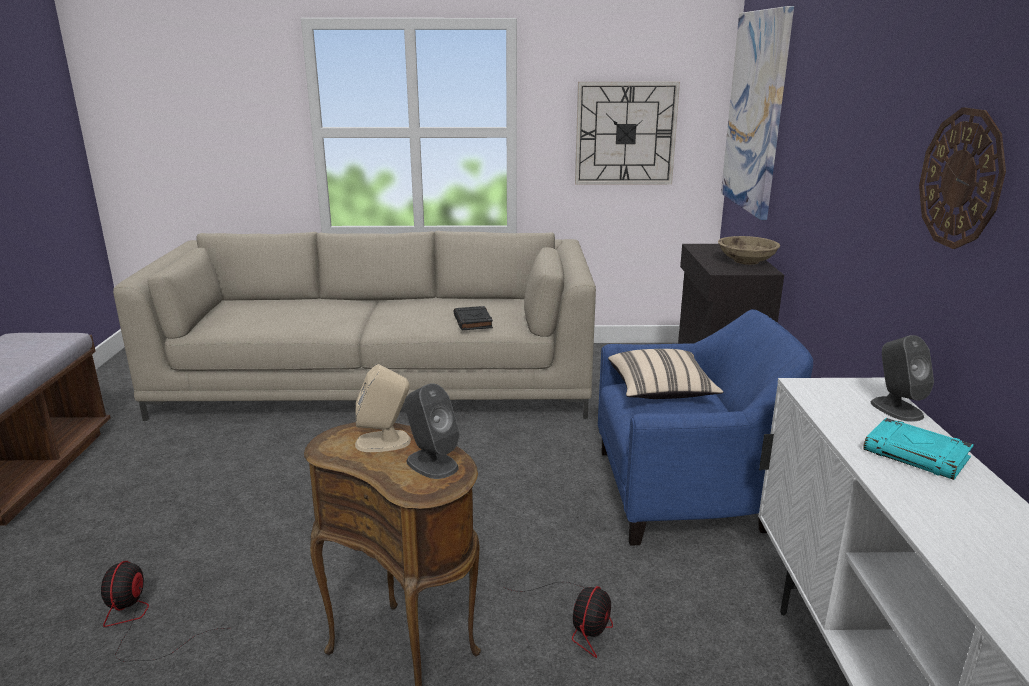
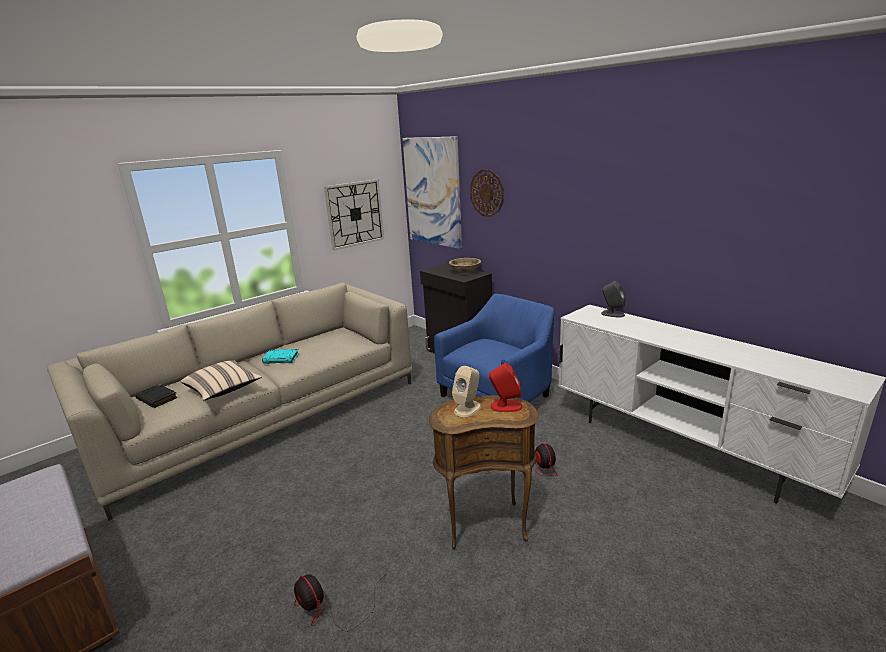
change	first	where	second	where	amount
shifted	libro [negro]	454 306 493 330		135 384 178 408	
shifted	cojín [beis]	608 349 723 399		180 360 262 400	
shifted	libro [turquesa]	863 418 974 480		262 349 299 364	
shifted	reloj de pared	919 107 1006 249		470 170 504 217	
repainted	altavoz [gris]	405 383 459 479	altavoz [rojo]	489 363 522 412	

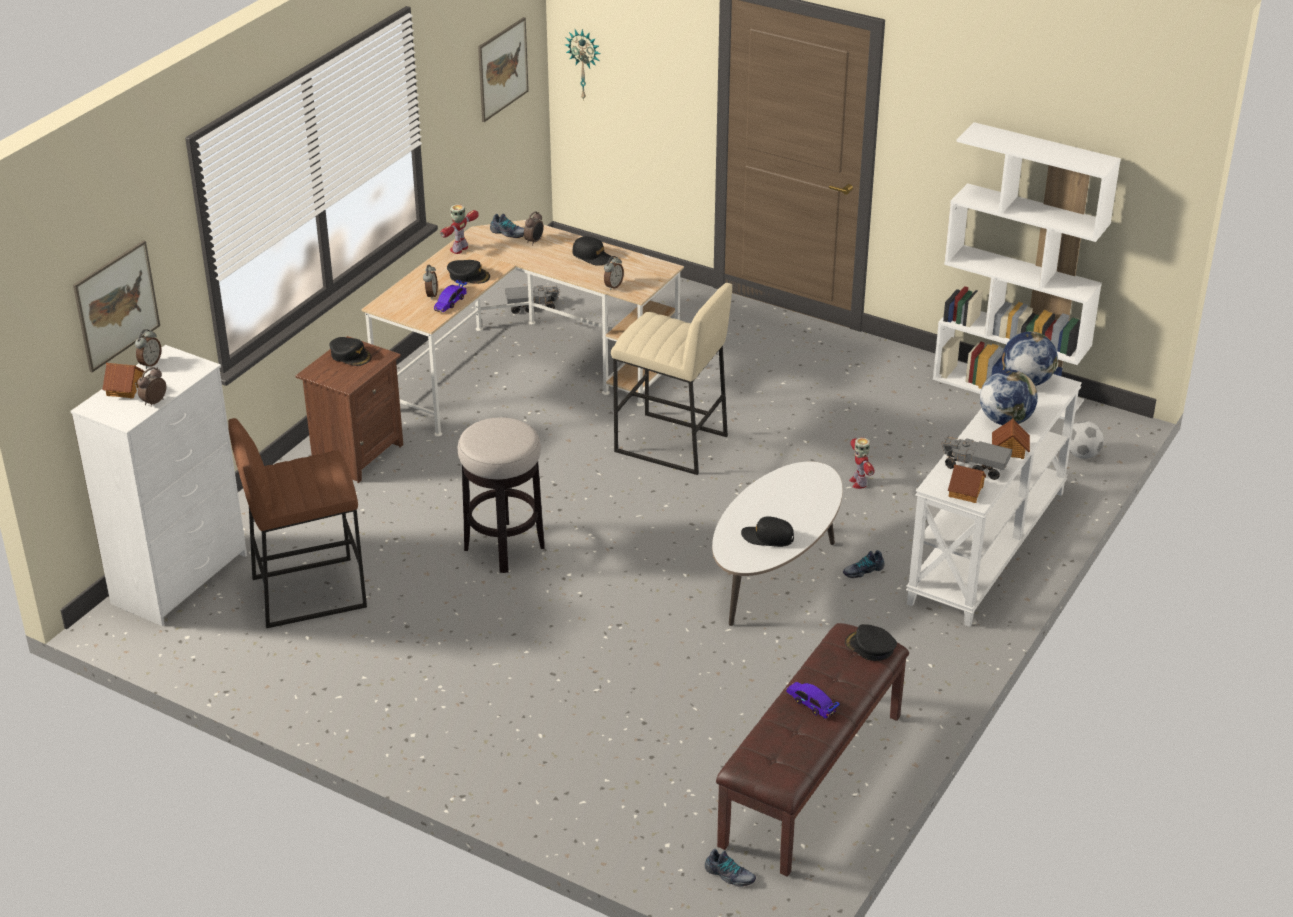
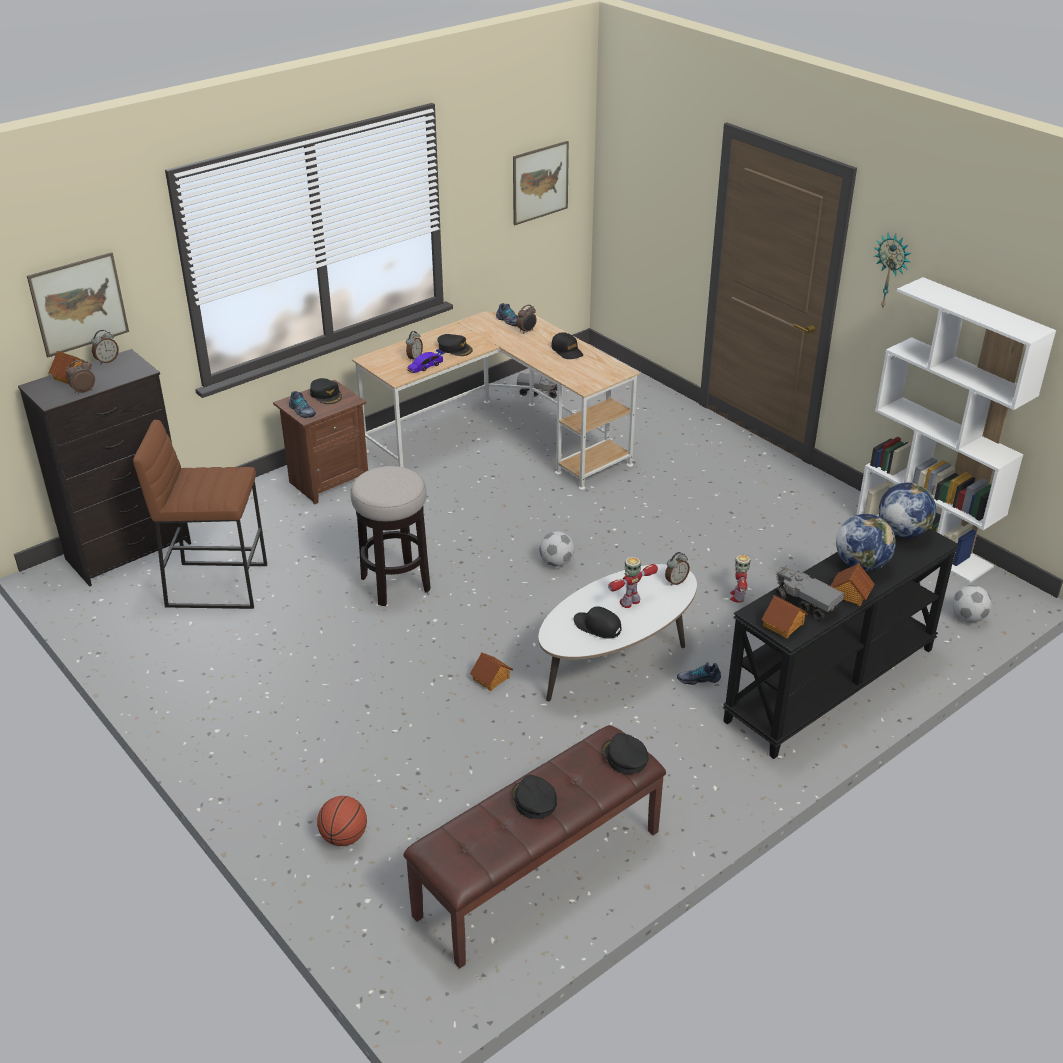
change	first	where	second	where	amount
gone	taburete [beis]	611 283 732 475			
new			balón de baloncesto	317 796 367 846	
new			casita	470 652 513 691	
new			balón de fútbol	539 531 575 567	
shifted	robot de juguete	440 204 479 254		608 557 658 608	
shifted	reloj de pared	565 29 600 101		874 233 911 309	
shifted	despertador	604 256 624 290		665 552 690 586	
shifted	zapato	705 849 756 886		289 391 316 418	
swapped	coche de juguete	786 682 840 719	gorra [negro]	512 775 557 819	
repainted	cómoda [blanco]	71 345 247 626	cómoda [negro]	18 349 191 586	
repainted	mesa consola [blanco]	906 374 1082 627	mesa consola [negro]	723 528 959 759	

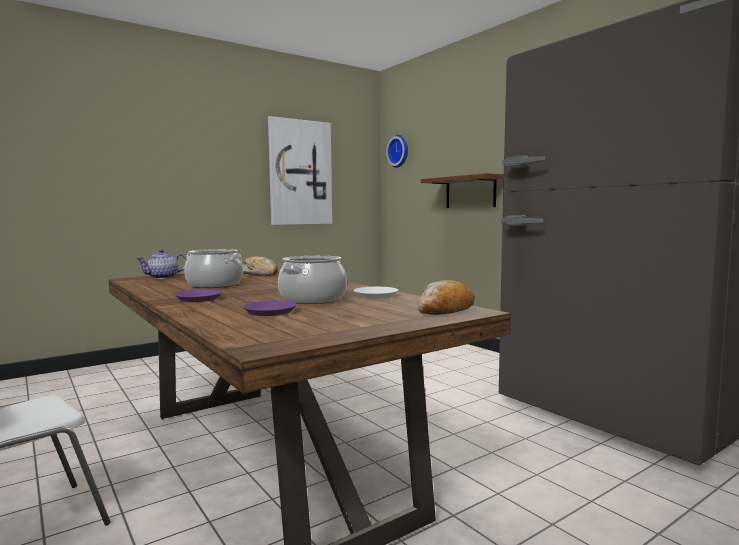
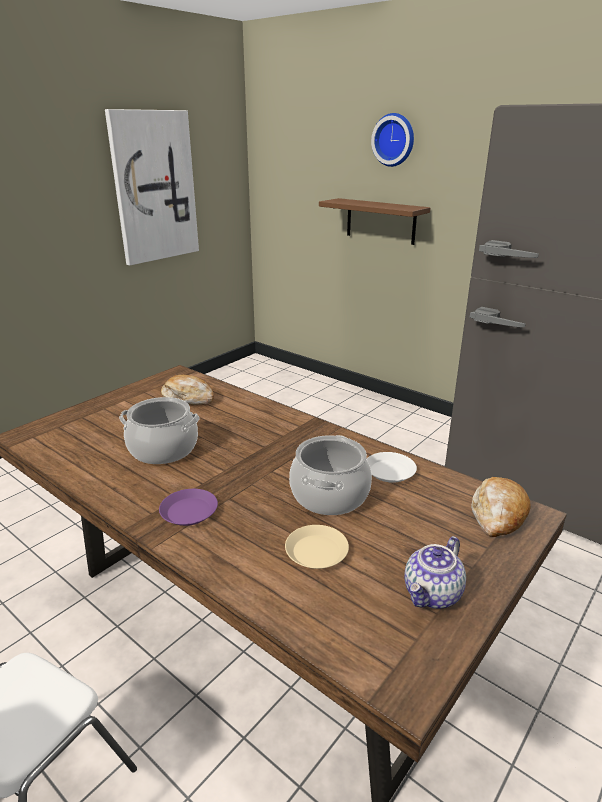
change	first	where	second	where	amount
shifted	tetera	136 249 186 279		405 536 466 609	
shifted	reloj de pared	386 135 408 168		371 113 414 167	
repainted	plato [morado]	243 300 297 316	plato [beis]	285 525 349 569	

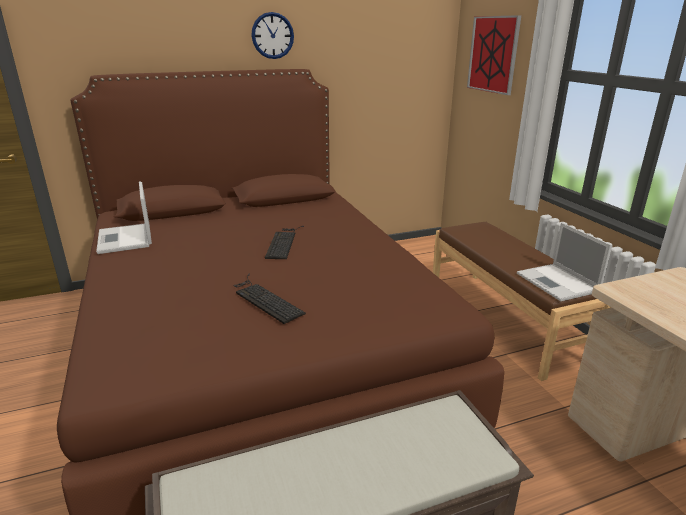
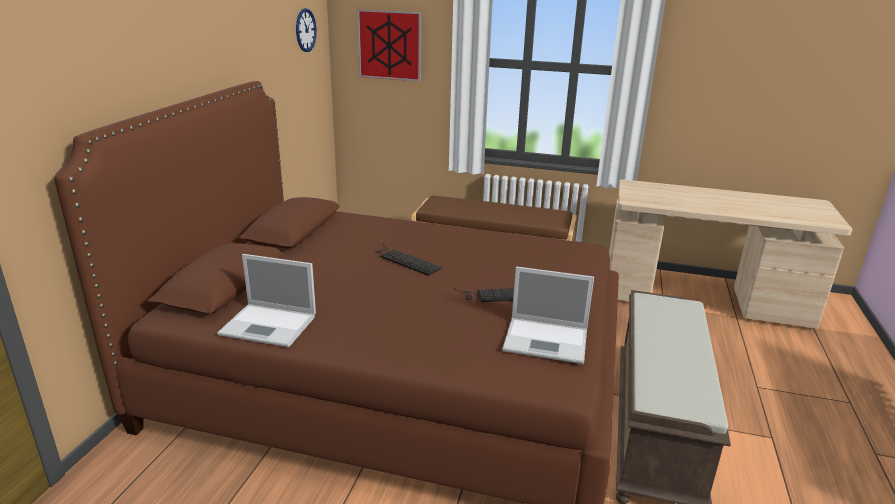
change	first	where	second	where	amount
shifted	reloj de pared	251 12 294 59		296 8 317 52	
shifted	portátil	517 223 612 301		502 267 594 364	

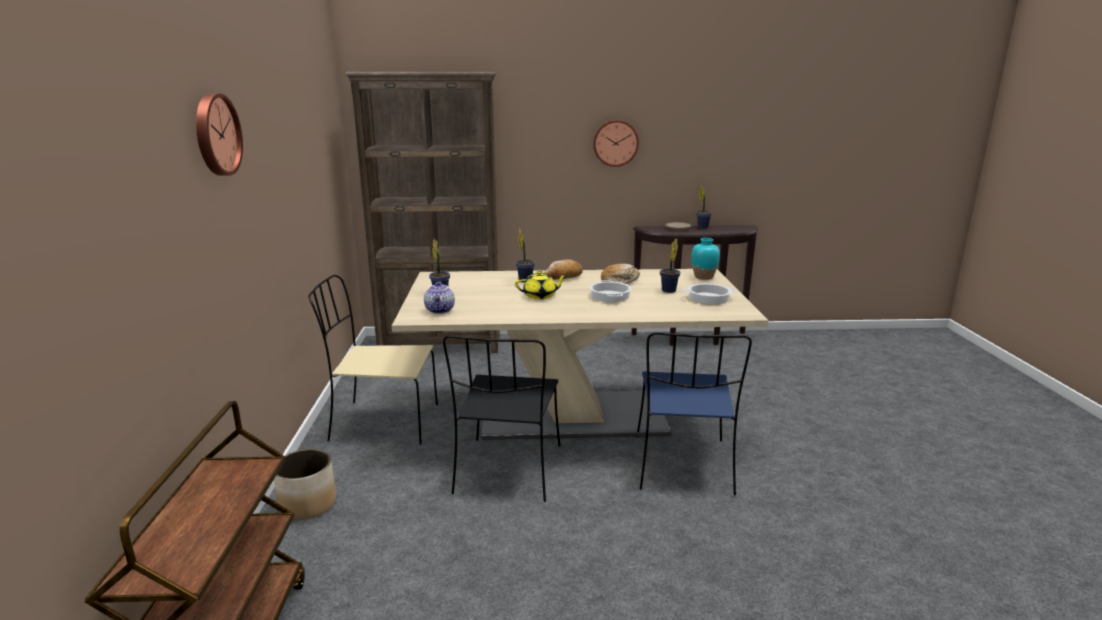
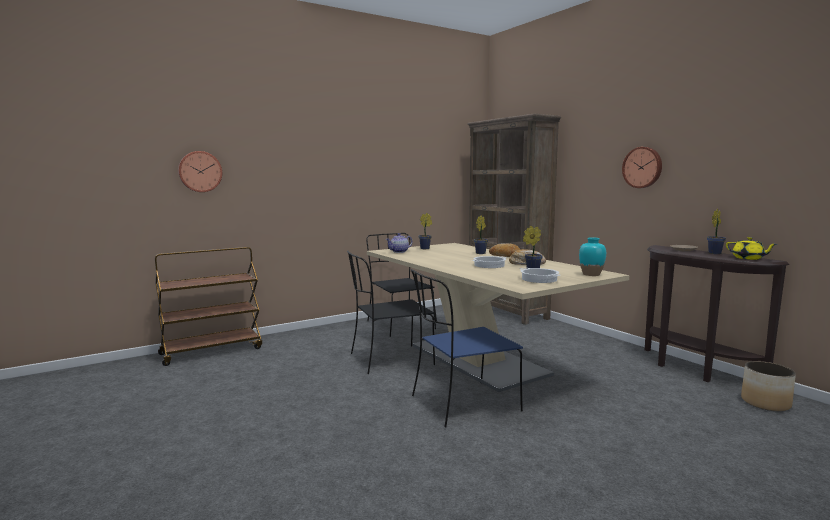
change	first	where	second	where	amount
shifted	reloj de pared	196 93 243 176		178 151 222 192	
shifted	maceta	274 449 336 520		741 361 796 411	
shifted	tetera [amarillo]	515 271 567 299		726 237 777 260	
repainted	silla [beis]	308 275 438 445	silla [negro]	366 233 436 337	

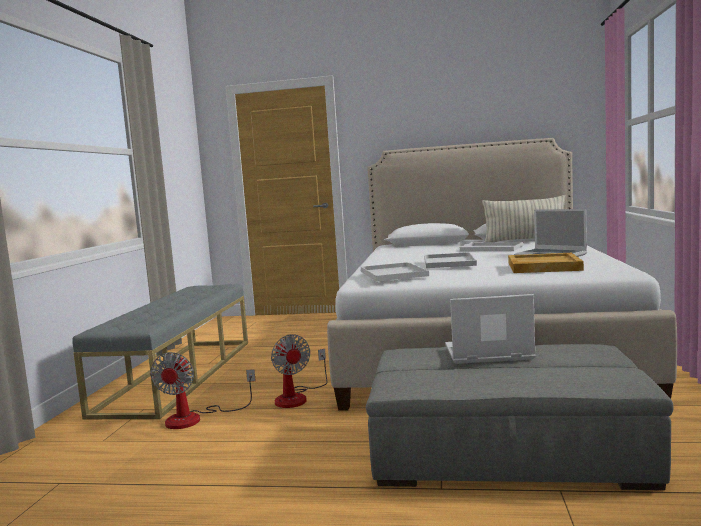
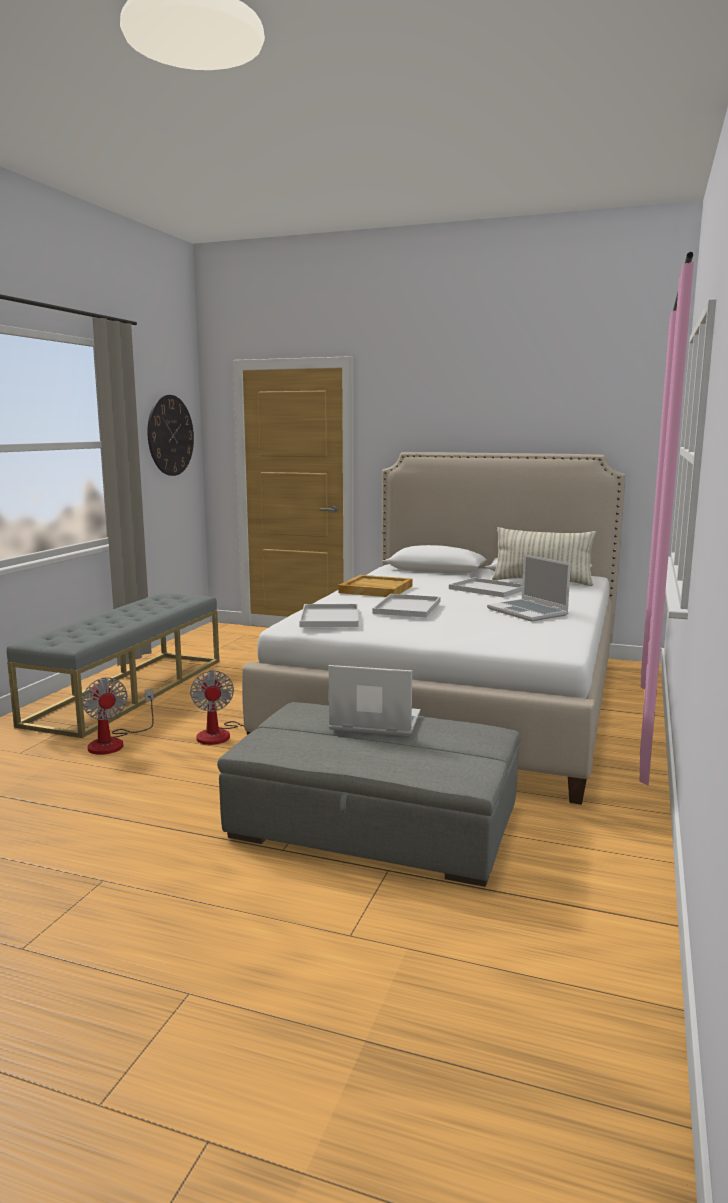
change	first	where	second	where	amount
new			reloj de pared	147 395 194 476	
shifted	bandeja [beis]	508 253 584 273		338 575 413 597	
rotated	ventilador	150 352 256 429		82 677 154 755	45 degrees counterclockwise

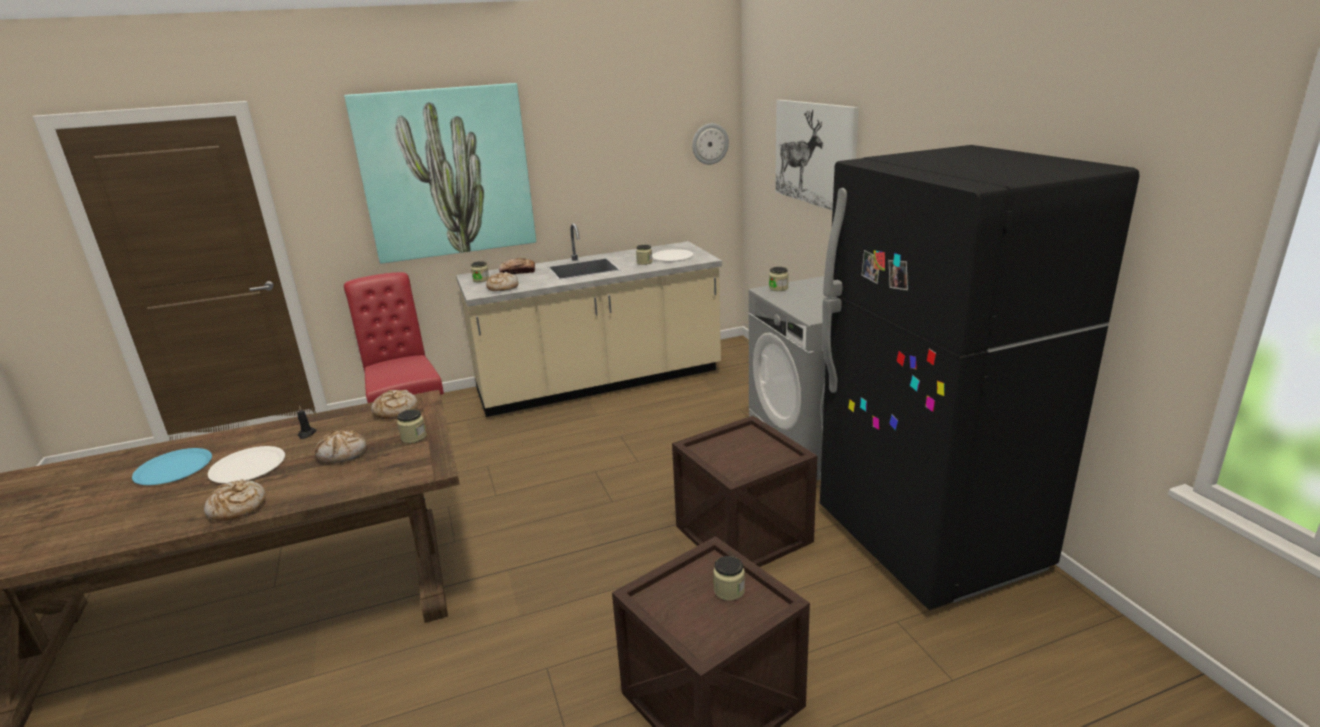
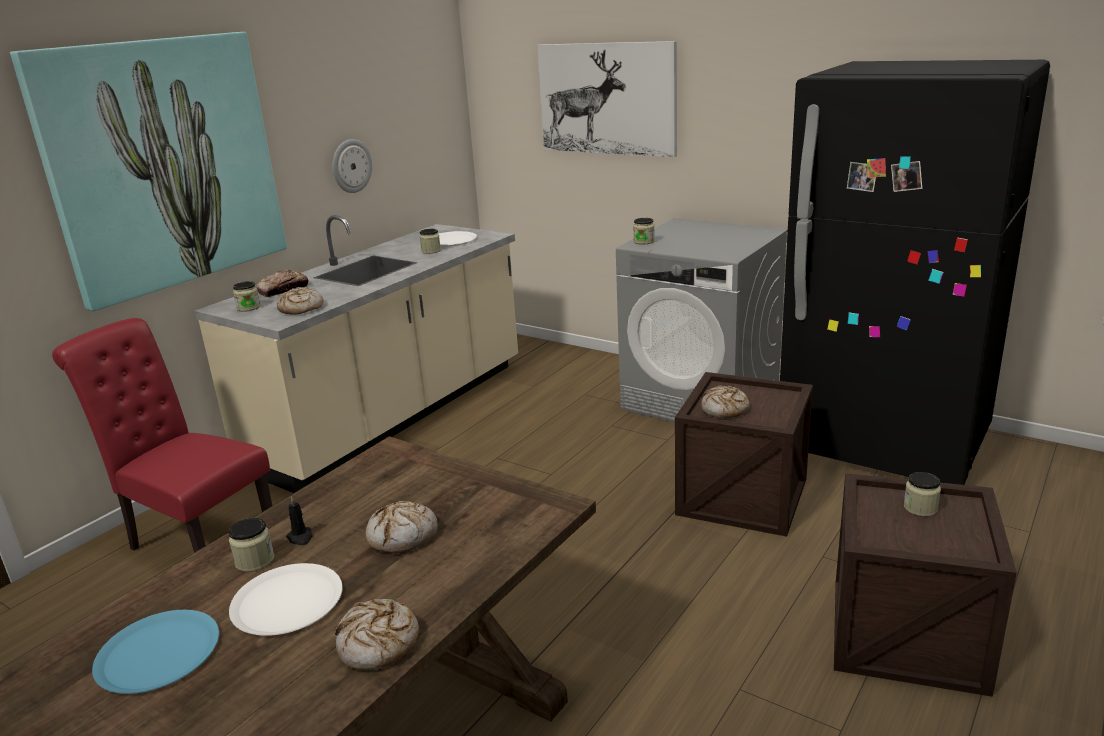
change	first	where	second	where	amount
shifted	pan	371 390 418 419		701 385 749 418	
shifted	tarro	397 409 426 443		228 518 274 572	
shifted	reloj de pared	692 123 729 165		332 139 372 193	

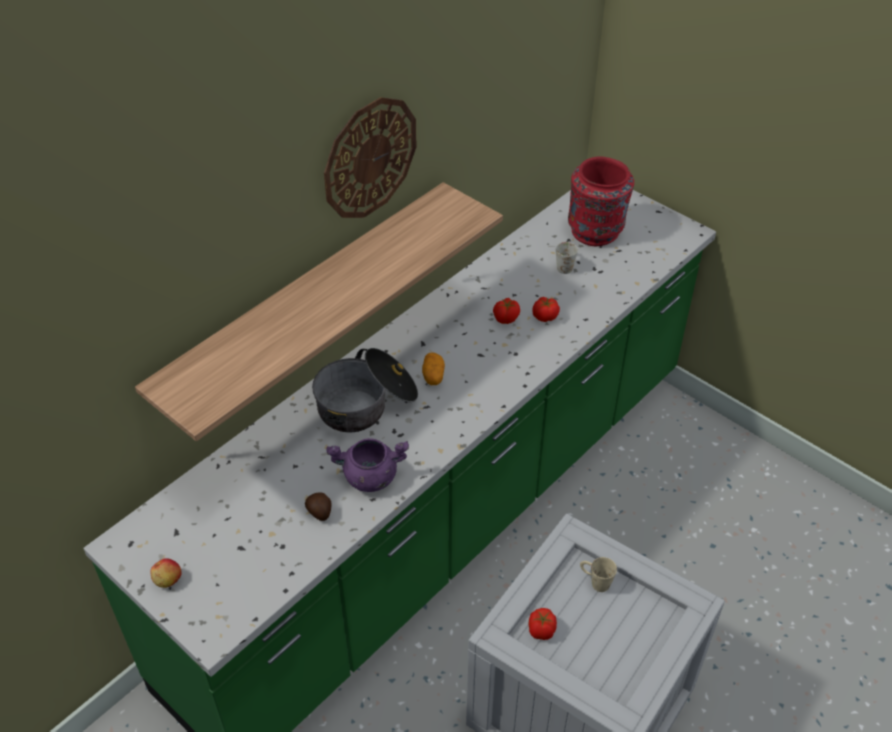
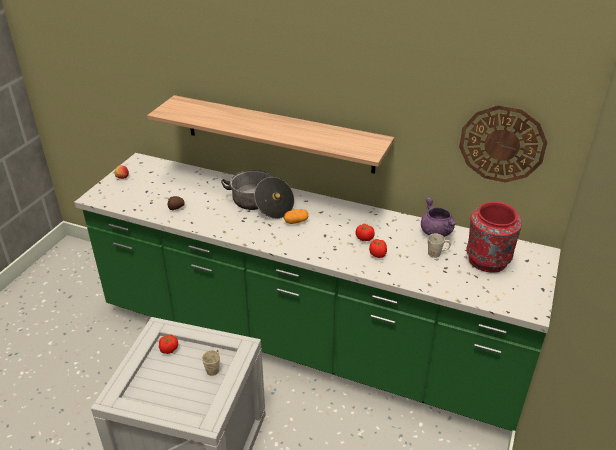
change	first	where	second	where	amount
shifted	reloj de pared	324 97 417 218		459 105 547 183	
shifted	olla [morado]	326 438 409 492		421 197 457 237	

